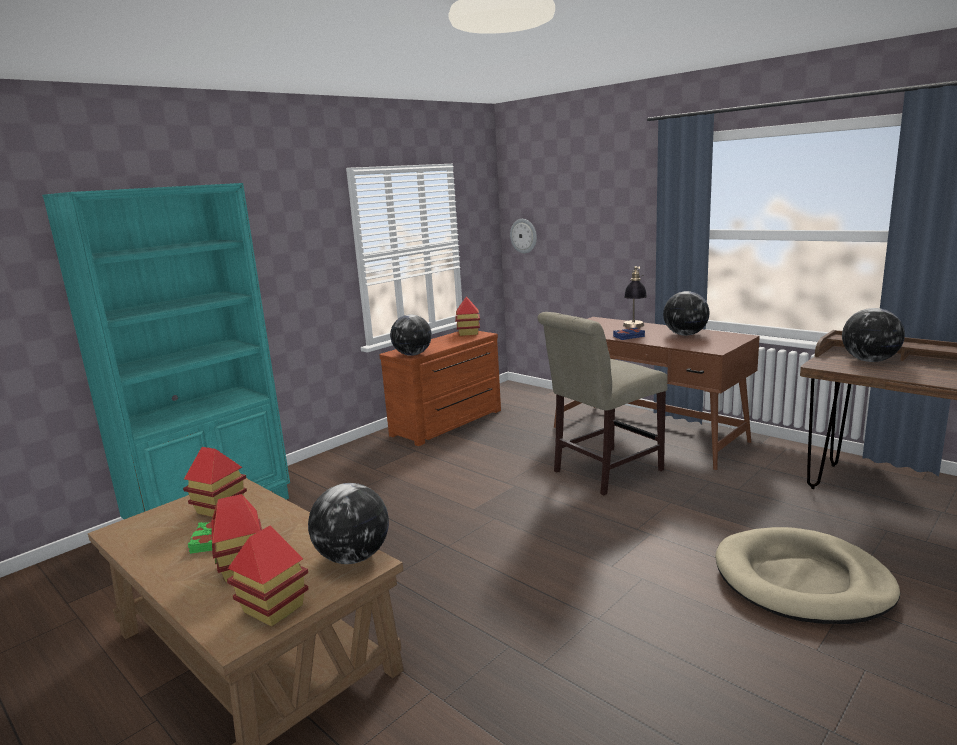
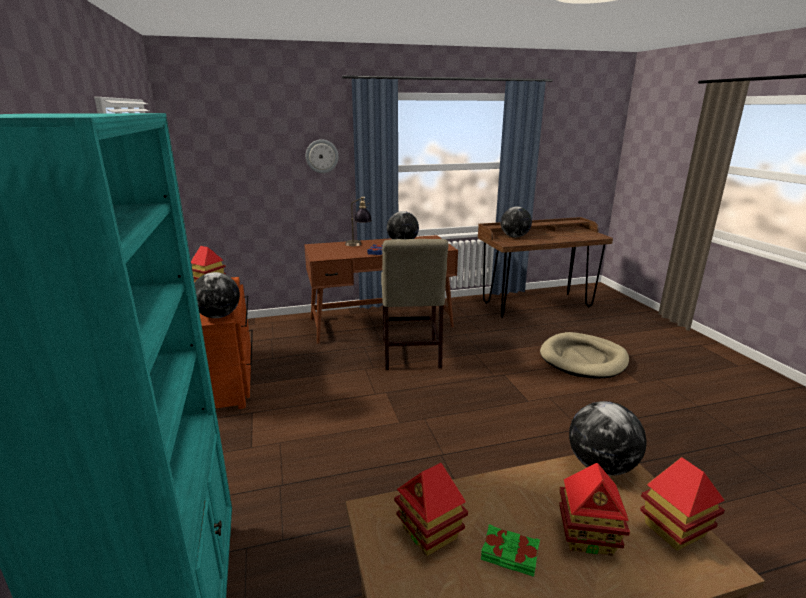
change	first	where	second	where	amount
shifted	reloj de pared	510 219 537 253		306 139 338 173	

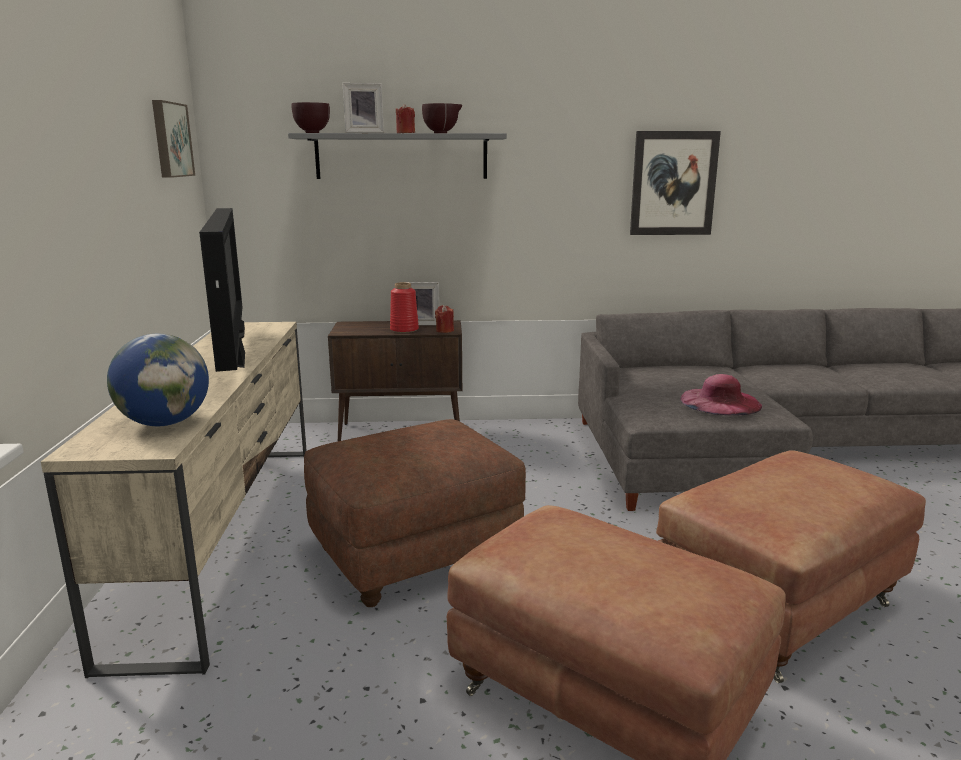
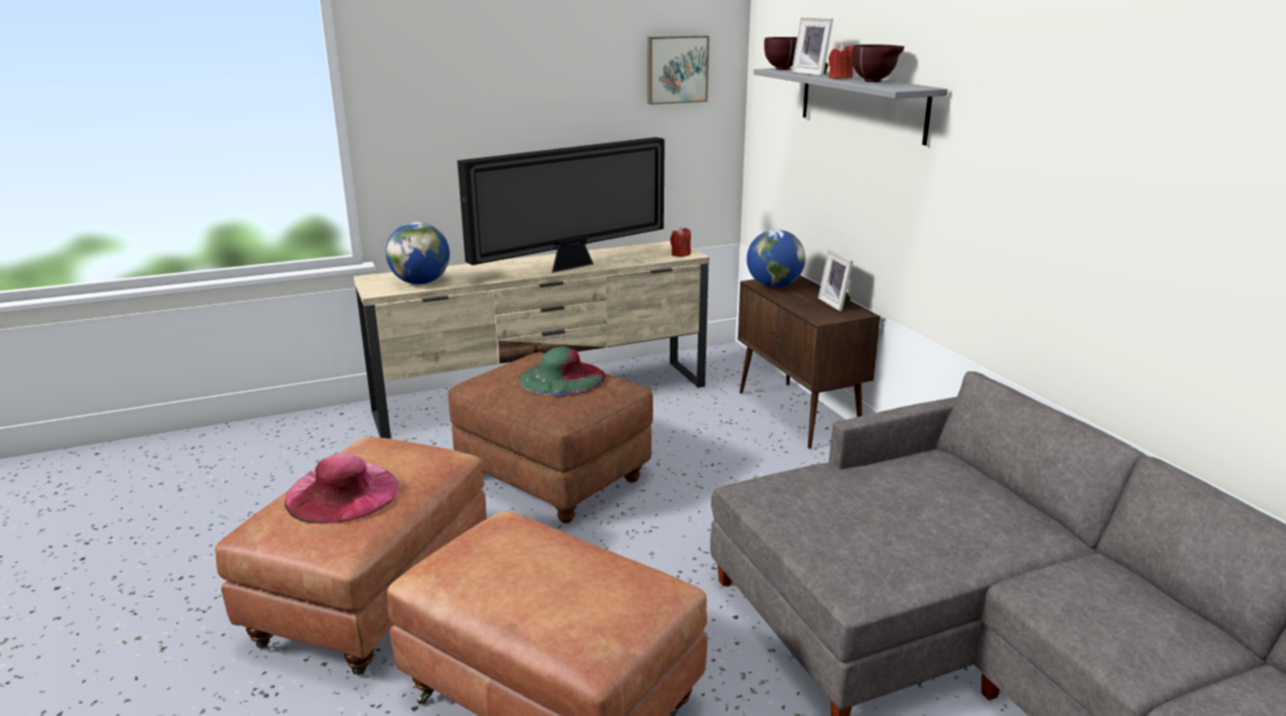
change	first	where	second	where	amount
gone	florero [rojo]	390 282 419 333			
gone	cuadro	630 131 721 235			
new			sombrero [verde]	520 347 606 396	
new			globo terráqueo	747 229 805 288	
shifted	vela [rojo]	435 305 454 333		670 228 691 257	
shifted	sombrero [rosa]	681 374 762 415		285 454 399 524	

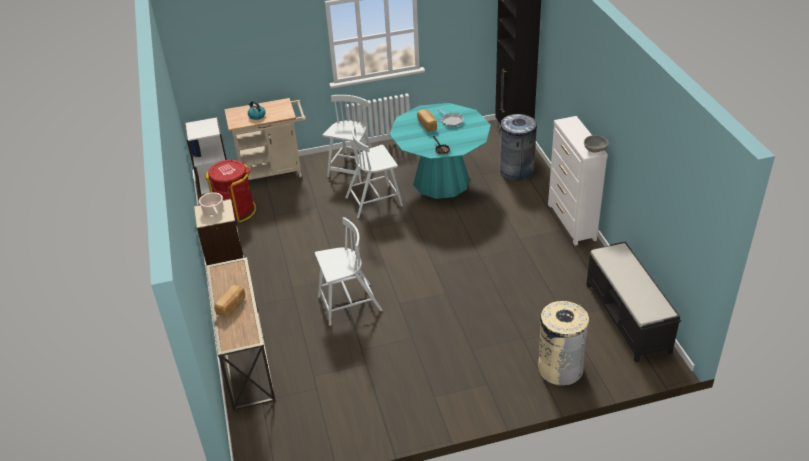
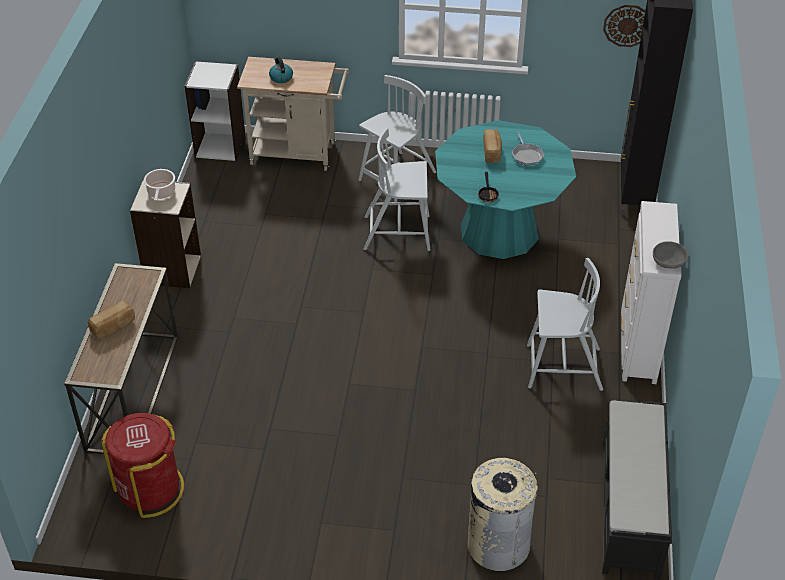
change	first	where	second	where	amount
gone	papelera [gris]	499 114 537 180			
new			reloj de pared	603 5 645 47	
shifted	papelera [rojo]	205 160 256 223		101 413 184 518	
shifted	silla [blanco]	315 217 382 326		527 258 603 391	

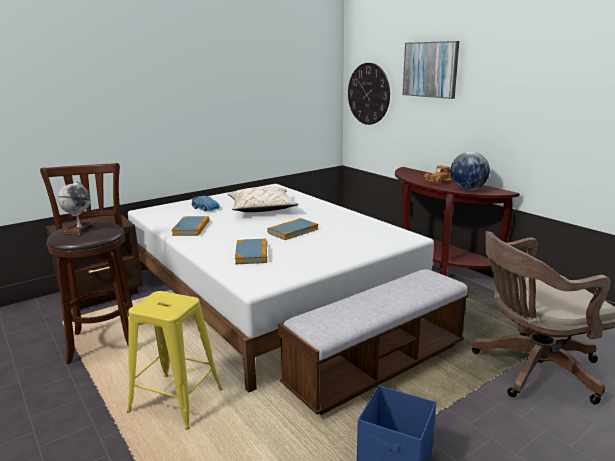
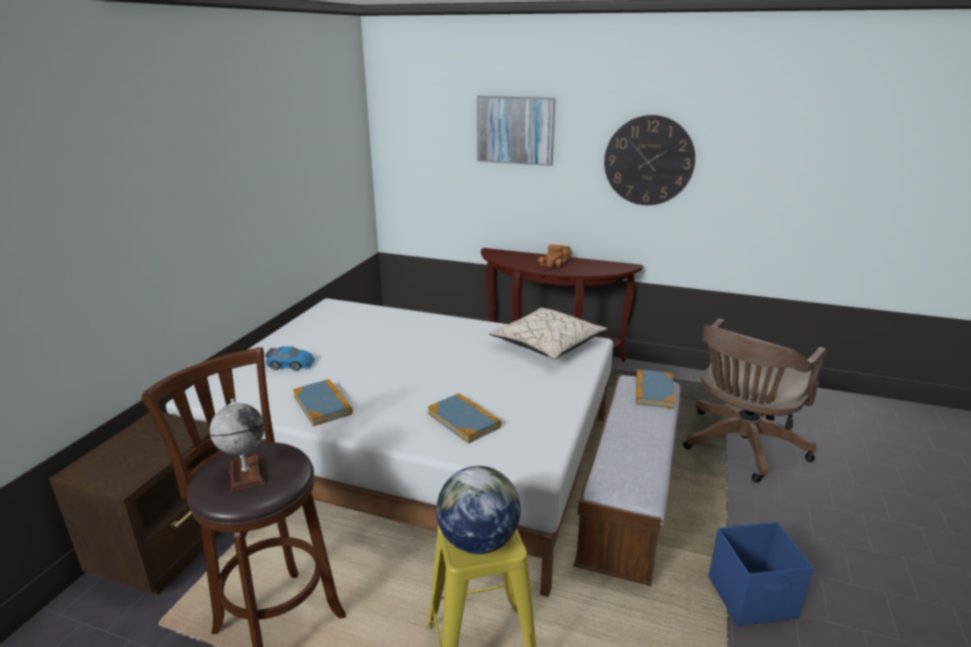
change	first	where	second	where	amount
shifted	cojín [beis]	228 187 298 212		489 307 608 360	
shifted	libro	267 218 319 240		636 369 675 409	
shifted	reloj de pared	348 63 390 125		604 115 695 205	
shifted	globo terráqueo	450 152 490 190		436 466 521 554	

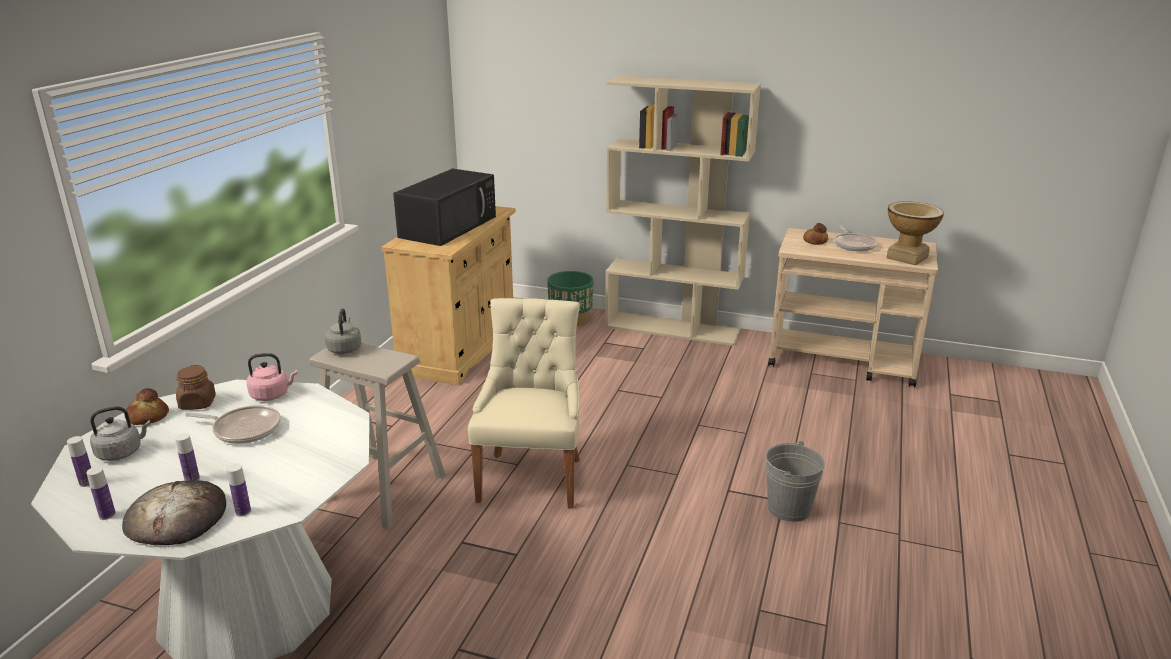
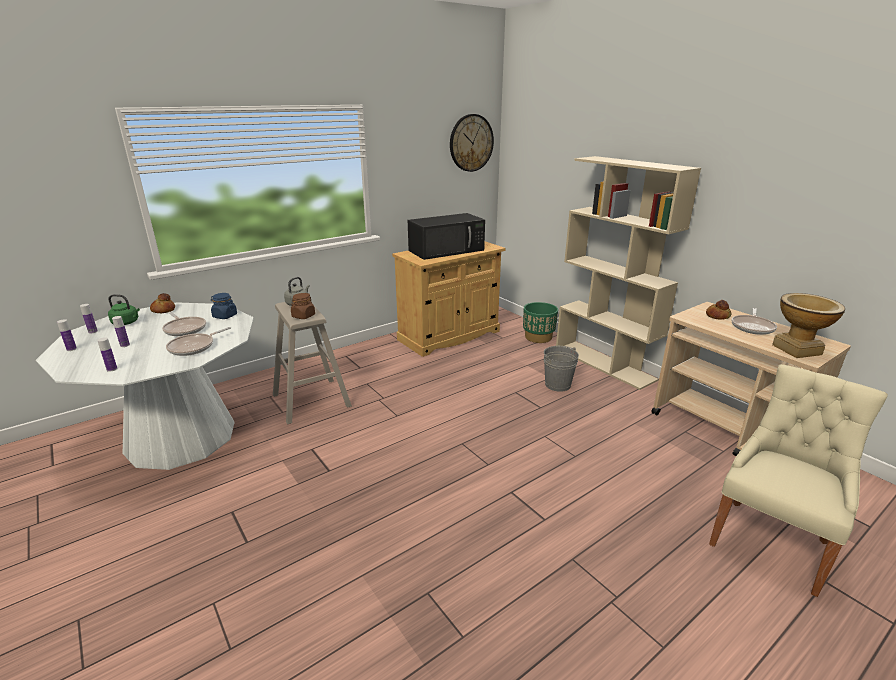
change	first	where	second	where	amount
gone	pan	122 480 226 545			
new			sartén	166 327 231 356	
new			reloj de pared	450 114 494 172	
shifted	tarro [marrón]	176 365 216 410		291 293 315 319	
shifted	silla [beis]	468 298 580 509		709 364 888 597	
shifted	cubo [gris]	765 441 825 522		544 346 579 392	
swapped	hervidor [rosa]	247 353 298 401	tarro [azul]	211 293 237 319	
repainted	hervidor [gris]	90 406 151 461	hervidor [verde]	108 294 140 325	

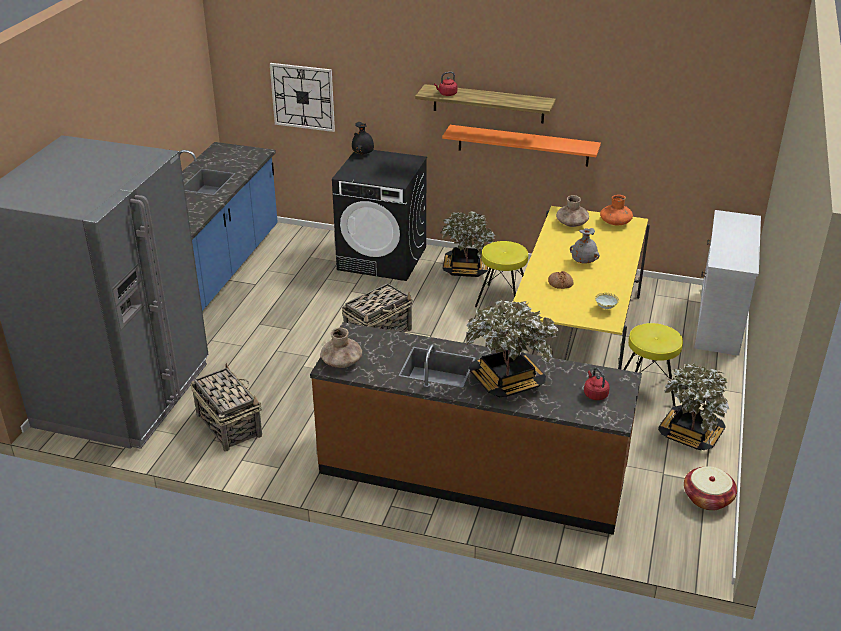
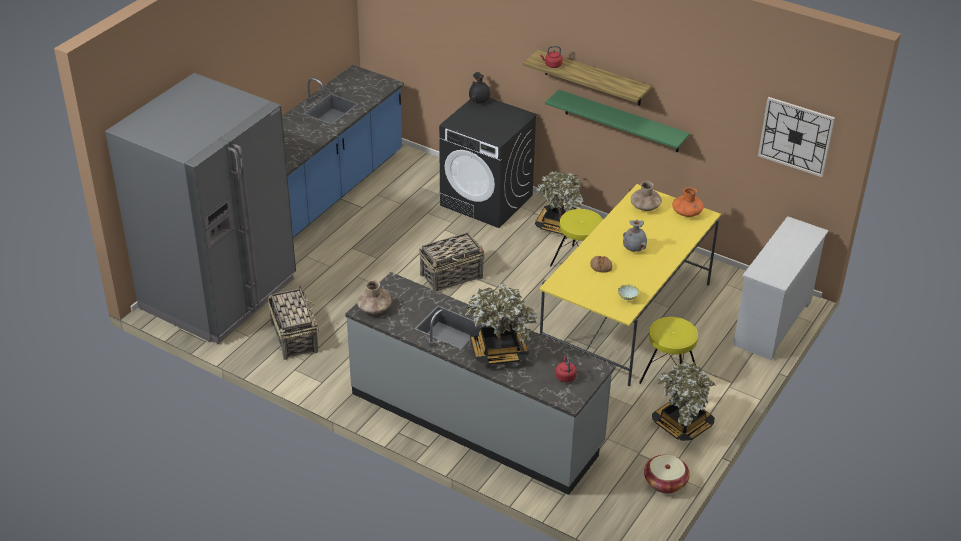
change	first	where	second	where	amount
shifted	reloj de pared	270 63 335 132		758 97 835 177	
repainted	mueble bajo de cocina [marrón]	310 322 642 535	mueble bajo de cocina [gris]	345 272 615 495	
repainted	estante [naranja]	442 125 601 166	estante [verde]	545 90 690 152	

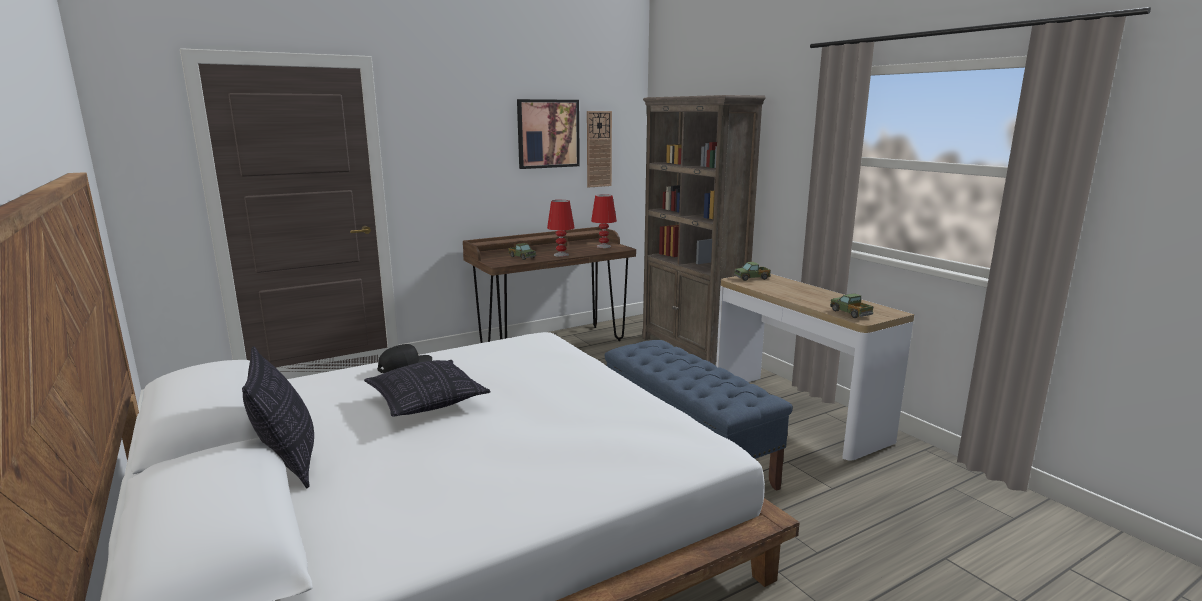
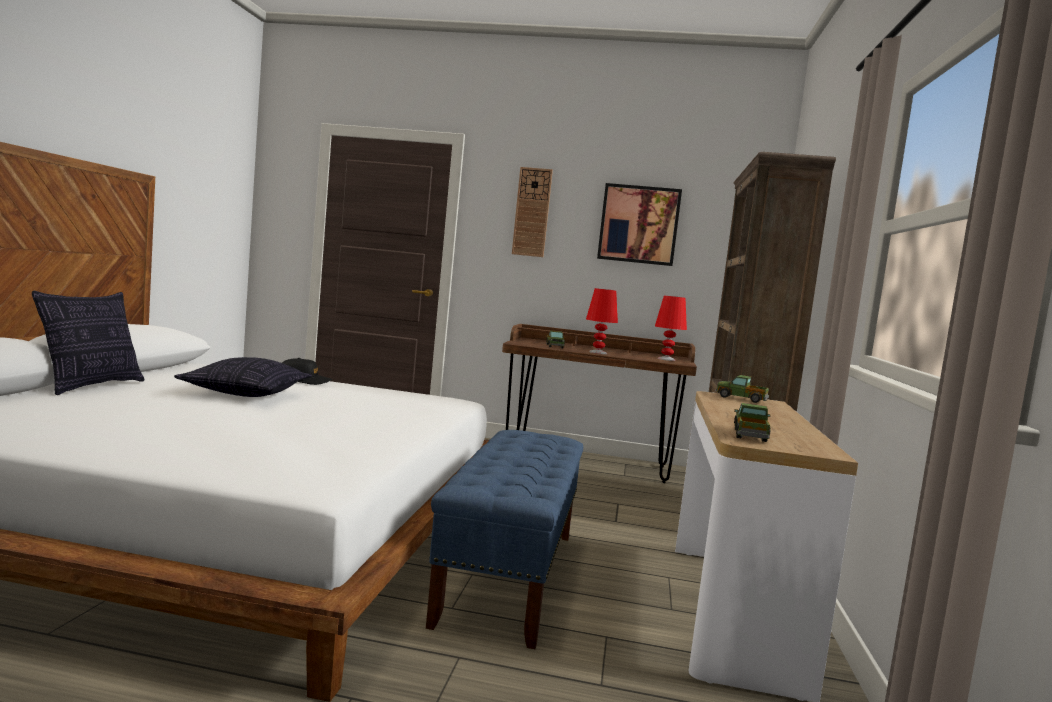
change	first	where	second	where	amount
shifted	reloj de pared	587 111 612 188		512 167 553 257	

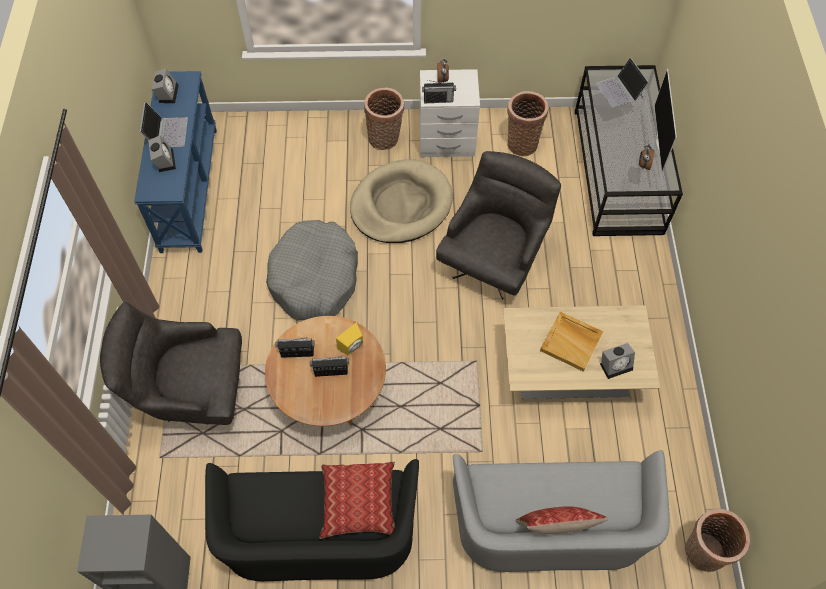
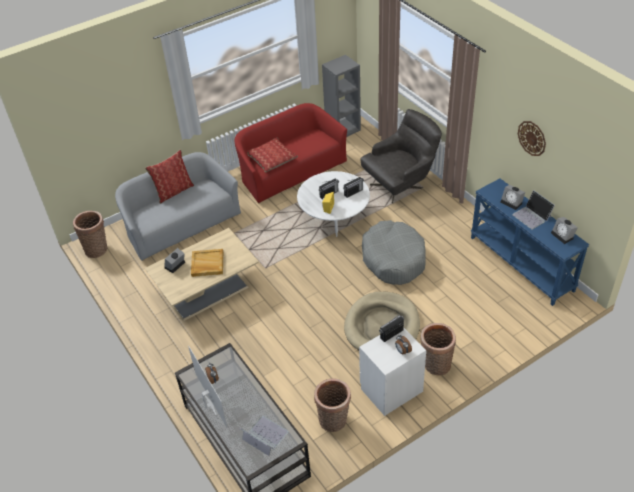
change	first	where	second	where	amount
gone	sillón [gris]	436 151 561 300			
new			reloj de pared	518 121 546 156	
repainted	sofá [negro]	205 459 419 581	sofá [rojo]	235 103 347 204	
repainted	mesa de centro [marrón]	265 316 386 427	mesa de centro [blanco]	297 171 370 237	

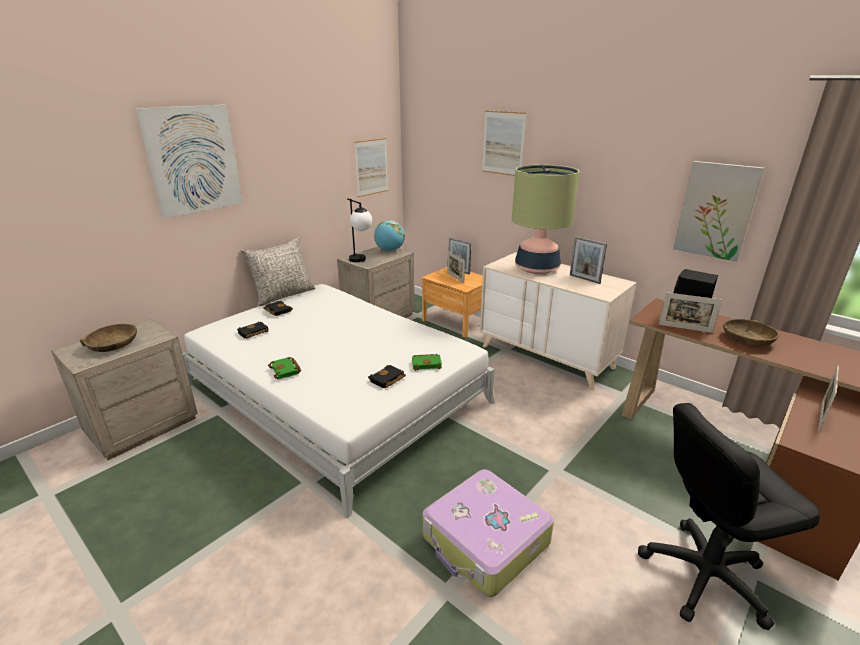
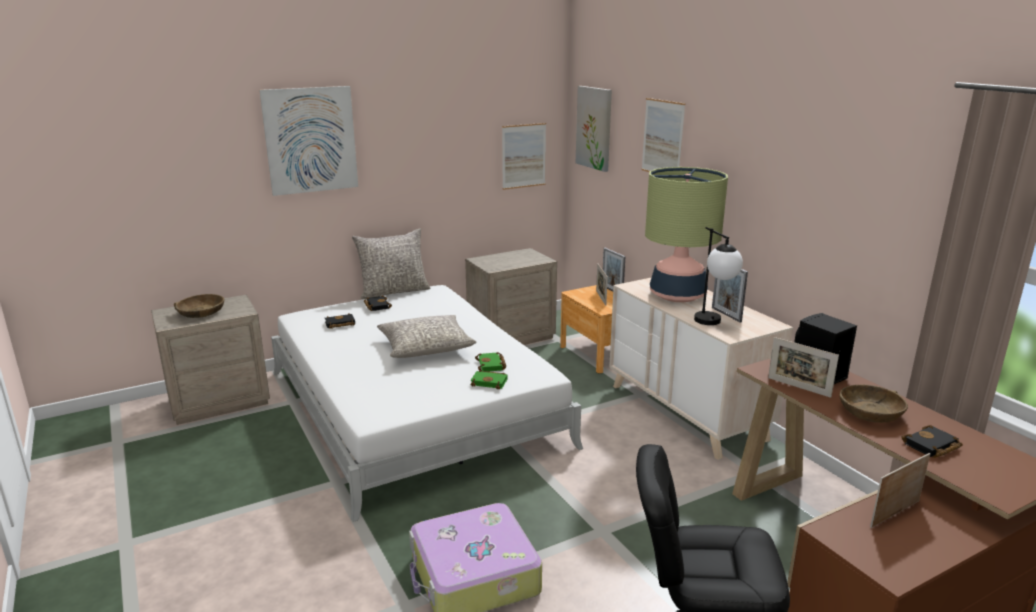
change	first	where	second	where	amount
gone	globo terráqueo	374 220 405 251			
new			cojín [gris]	377 315 477 358	
shifted	libro [verde]	268 357 301 379		475 352 506 372	
shifted	lámpara de mesa	347 198 372 262		694 227 743 325	
shifted	libro [negro]	368 365 406 388		901 425 963 458	
shifted	cuadro	673 161 764 262		576 86 612 172	

